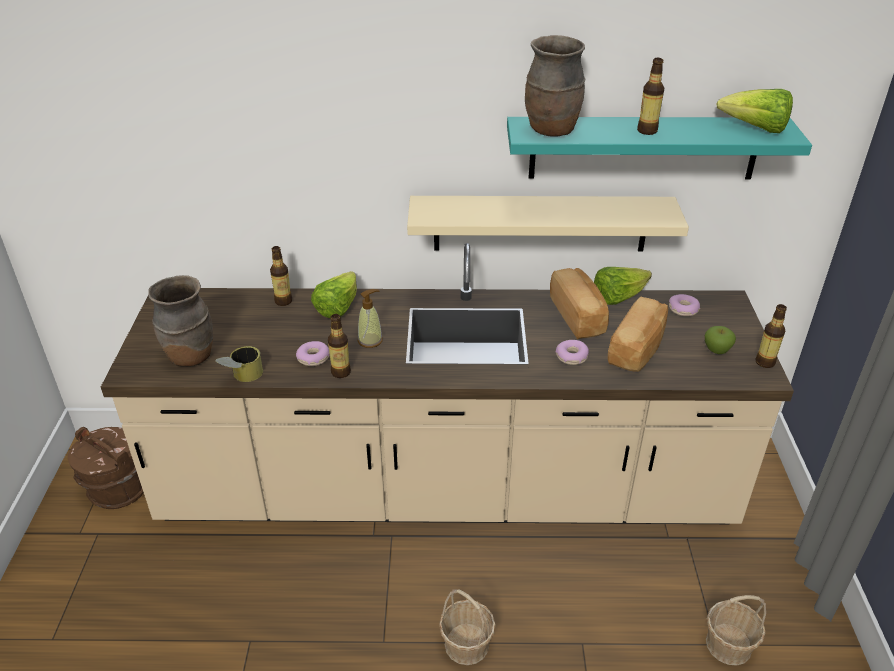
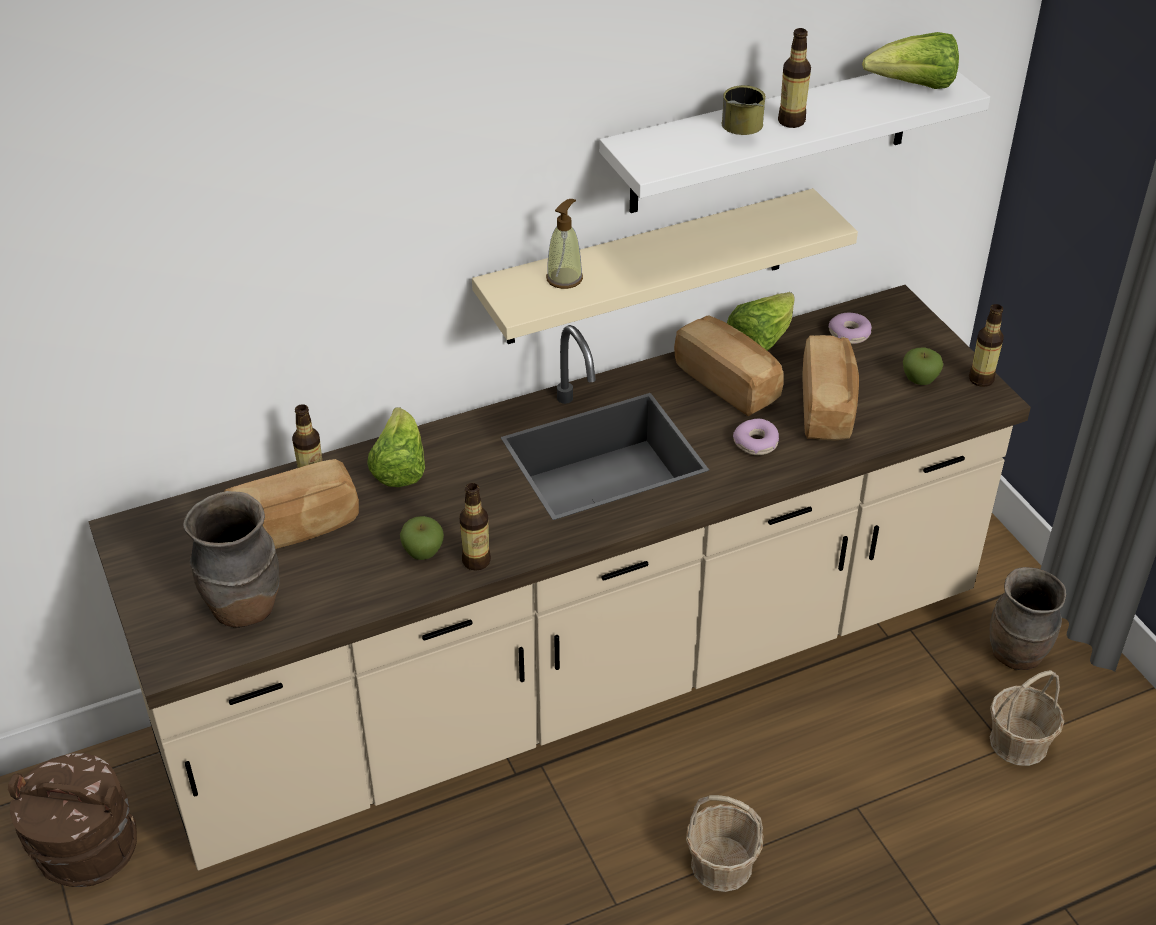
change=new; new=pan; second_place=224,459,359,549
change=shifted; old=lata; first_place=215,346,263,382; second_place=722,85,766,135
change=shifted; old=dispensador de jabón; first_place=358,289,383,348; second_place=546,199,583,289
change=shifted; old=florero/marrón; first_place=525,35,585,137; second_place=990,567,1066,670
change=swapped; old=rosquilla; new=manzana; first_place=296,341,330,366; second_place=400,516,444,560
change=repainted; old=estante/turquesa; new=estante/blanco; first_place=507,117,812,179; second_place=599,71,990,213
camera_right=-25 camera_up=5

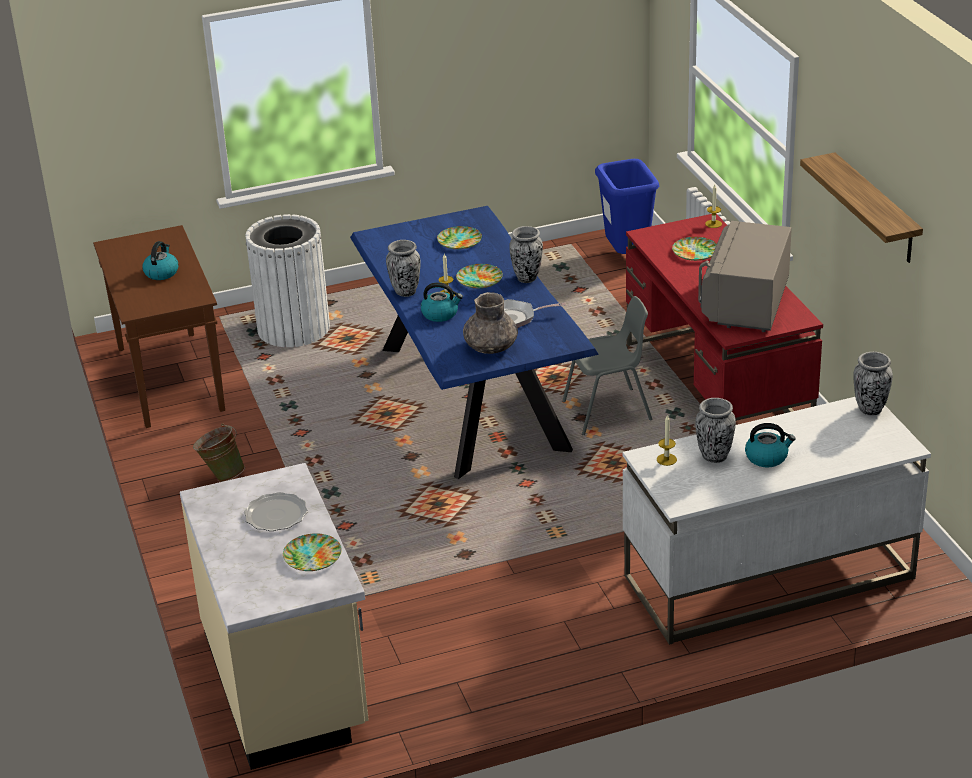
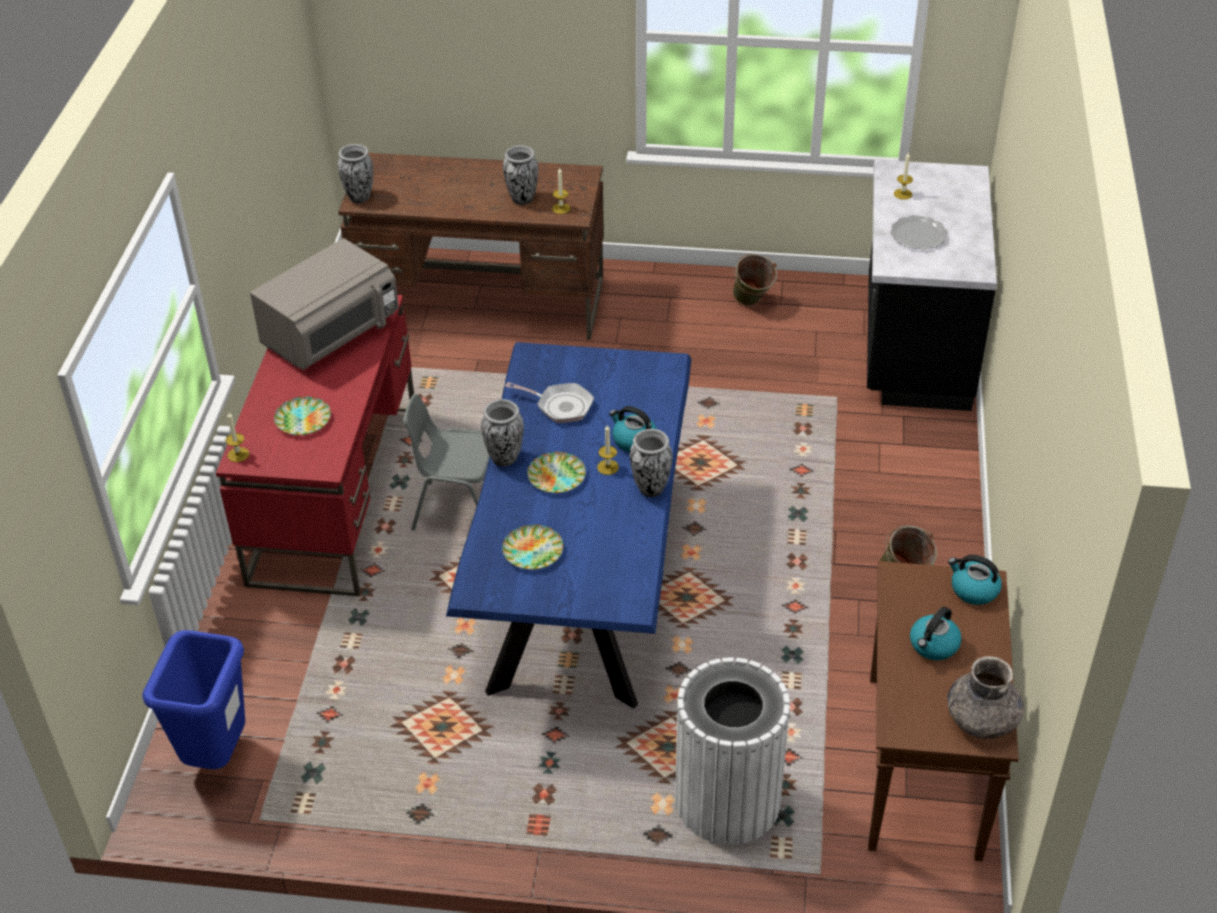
change=gone; old=estante; first_place=800,152,923,263
change=new; new=cubo/verde; second_place=732,254,777,306
change=shifted; old=florero/gris; first_place=463,292,518,354; second_place=947,656,1024,739
change=shifted; old=hervidor; first_place=745,423,796,467; second_place=948,555,1002,605
change=swapped; old=plato; new=vela; first_place=283,533,342,571; second_place=894,152,913,200
change=repainted; old=mueble bajo de cocina/beis; new=mueble bajo de cocina/negro; first_place=180,463,369,770; second_place=867,160,997,411
change=repainted; old=escritorio/blanco; new=escritorio/marrón; first_place=623,397,931,645; second_place=338,153,604,340
camera_right=-155 camera_up=10

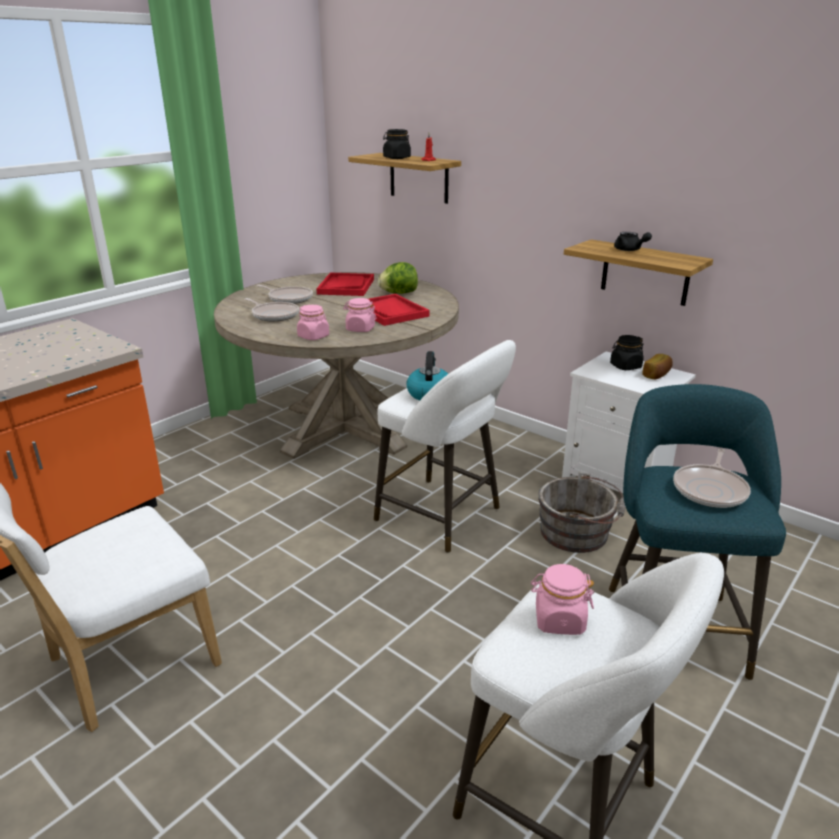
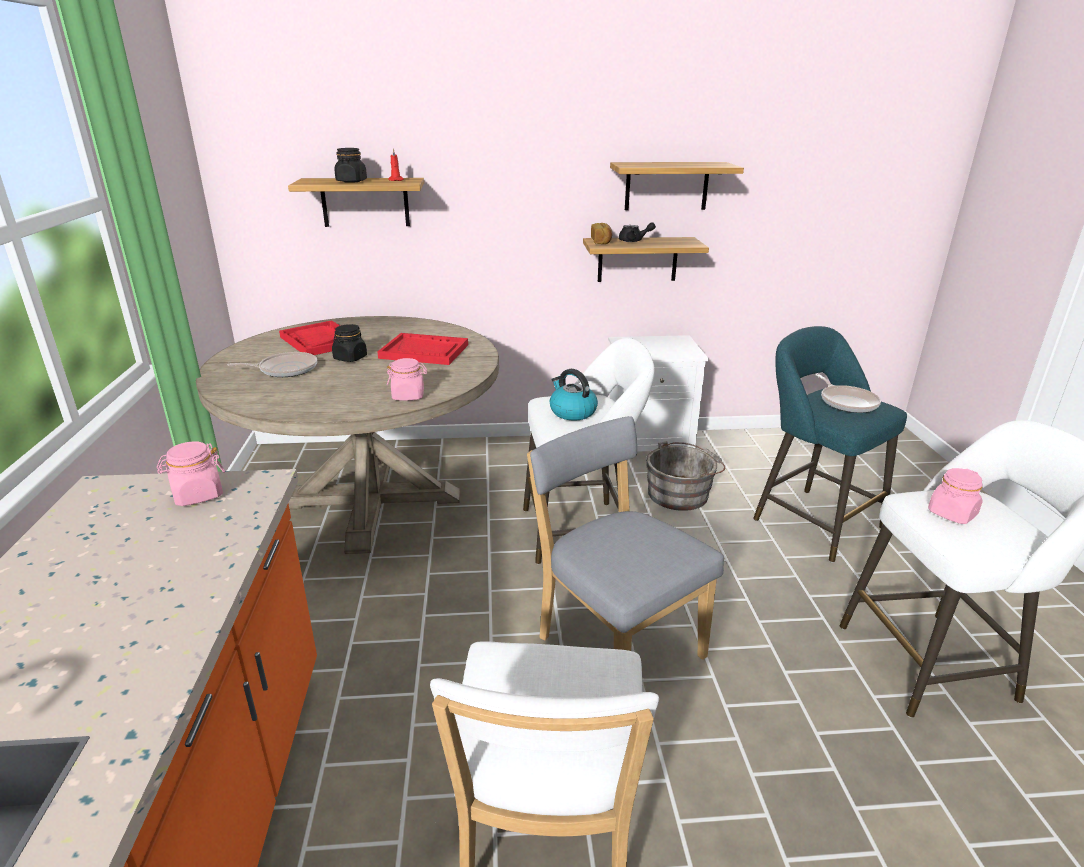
change=gone; old=sartén; first_place=244,298,299,321
change=gone; old=lechuga; first_place=378,262,418,294
change=new; new=silla/gris; second_place=527,416,724,660
change=new; new=estante; second_place=610,162,744,210
change=shifted; old=tarro/rosa; first_place=343,298,376,332; second_place=157,441,225,506
change=shifted; old=tarro/negro; first_place=610,335,644,370; second_place=332,324,367,362
change=shifted; old=pan; first_place=642,354,673,380; second_place=591,223,612,244
camera_right=-45 camera_up=0

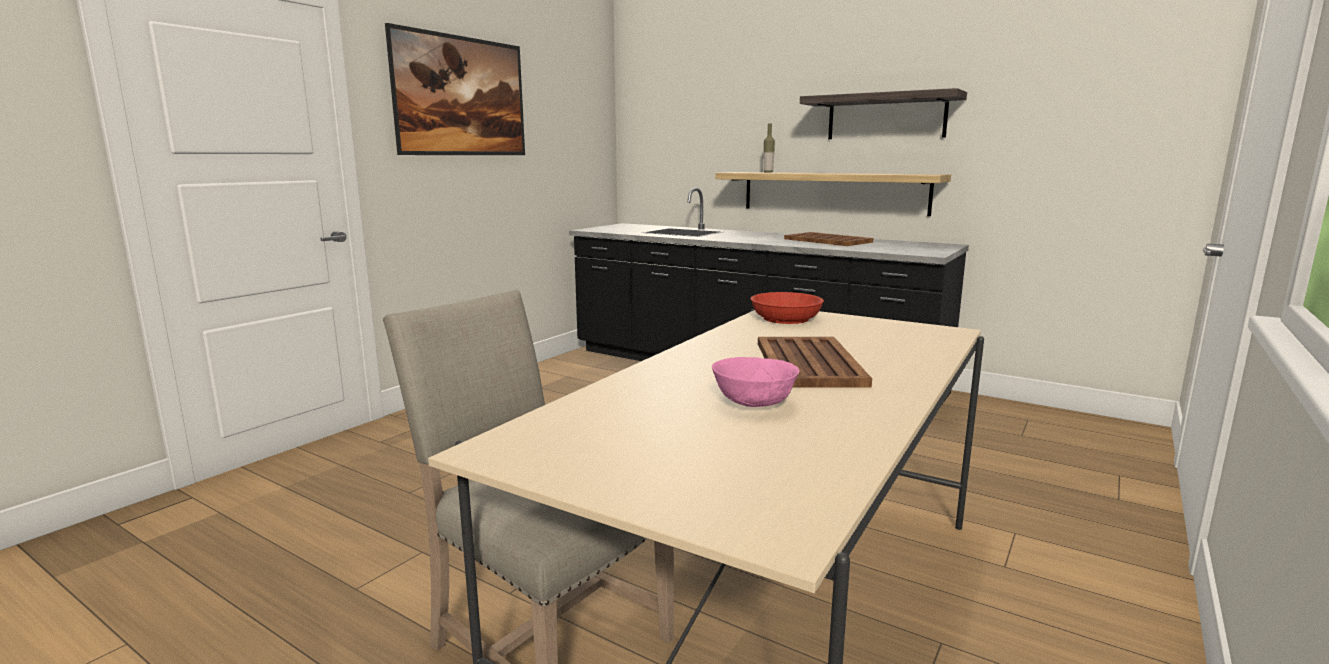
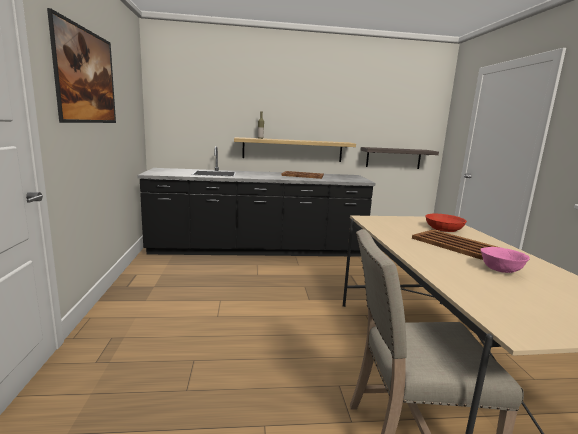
change=shifted; old=cuenco/rojo; first_place=751,292,824,324; second_place=425,214,467,232
change=shifted; old=estante; first_place=800,88,967,139; second_place=361,147,439,169
camera_right=-40 camera_up=0

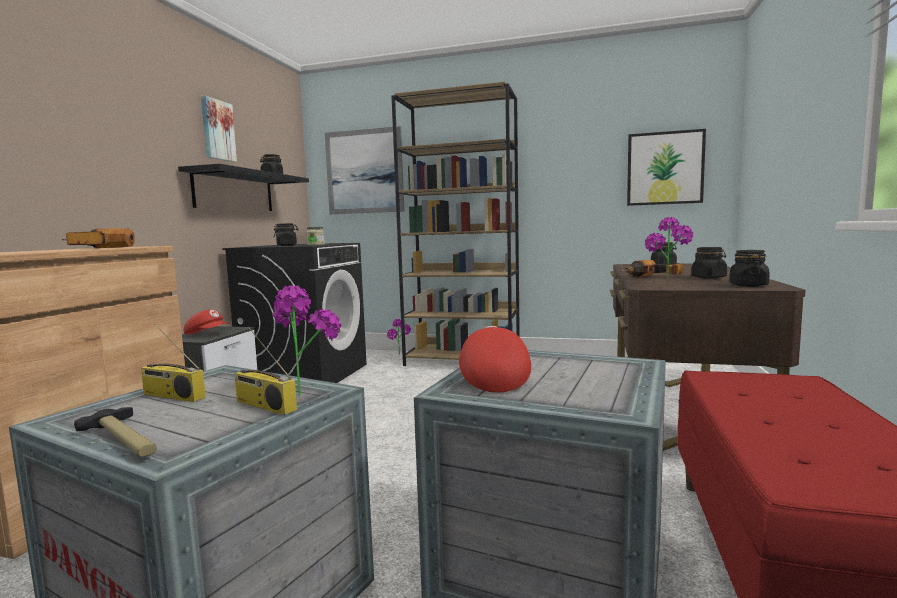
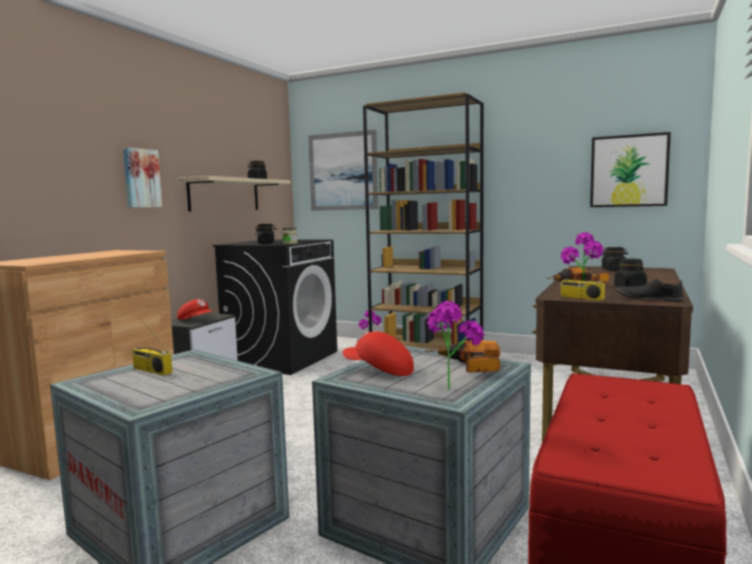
change=gone; old=martillo; first_place=74,407,157,457
change=shifted; old=taladro; first_place=62,228,135,248; second_place=425,340,500,373
change=shifted; old=cuadro; first_place=201,96,237,162; second_place=123,147,162,208
change=shifted; old=radio; first_place=235,327,297,415; second_place=559,256,605,301
change=shifted; old=planta en maceta; first_place=273,285,341,396; second_place=427,301,484,390
change=swapped; old=tarro/negro; new=zapato/negro; first_place=730,250,770,287; second_place=616,278,684,302
change=repainted; old=estante/negro; new=estante/beis; first_place=178,164,309,211; second_place=177,176,291,211
change=rotated; old=gorra/rojo; first_place=459,326,531,393; second_place=342,331,414,376; degrees=-75
camera_right=10 camera_up=0

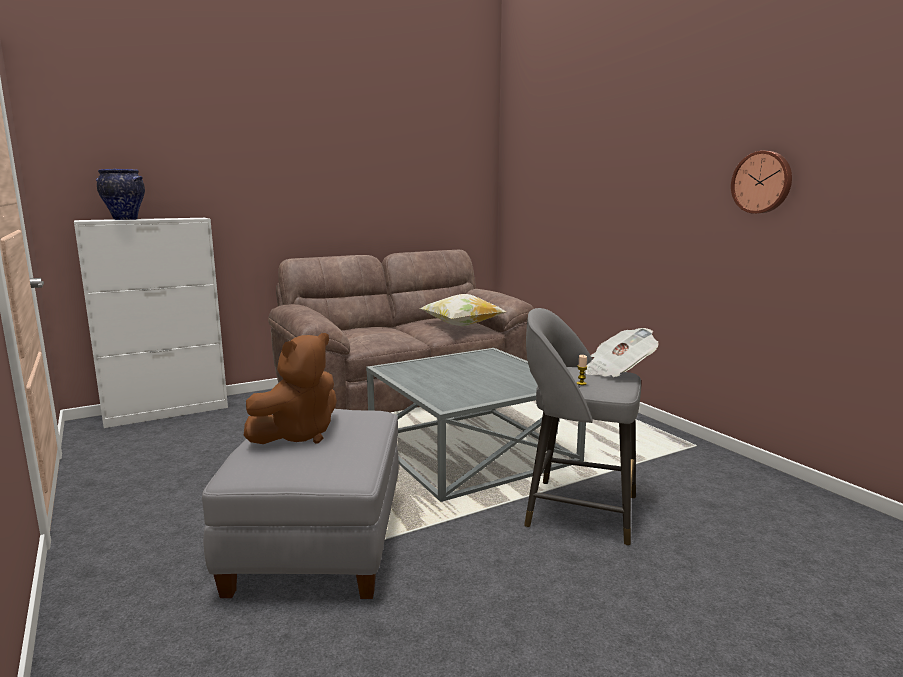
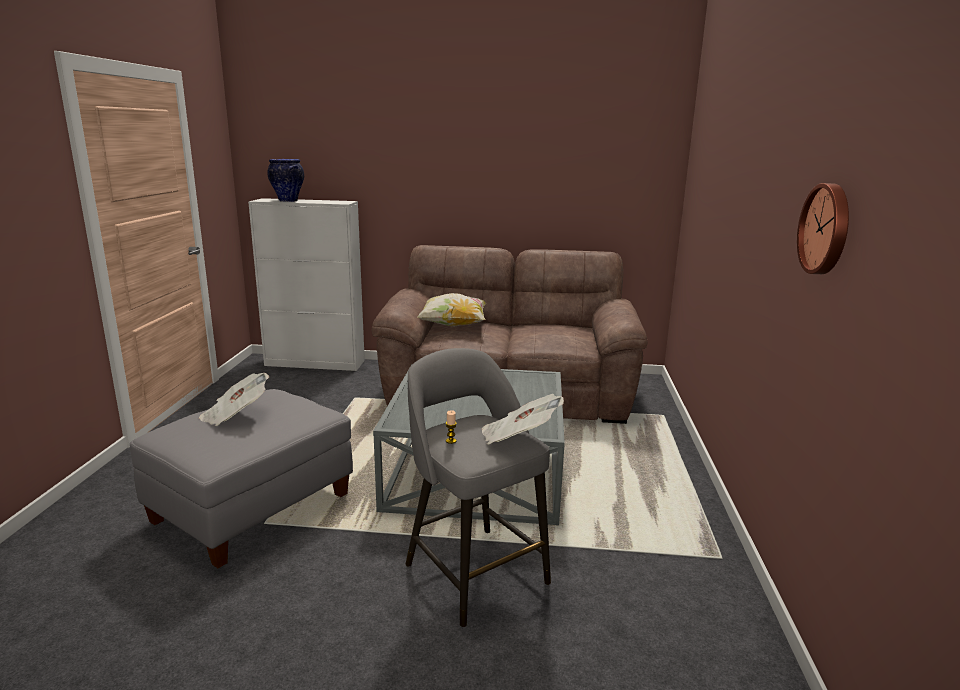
change=shifted; old=cojín; first_place=419,294,506,326; second_place=417,293,486,327
change=swapped; old=peluche/marrón; new=periódico; first_place=244,333,337,444; second_place=199,373,269,426
camera_right=35 camera_up=5

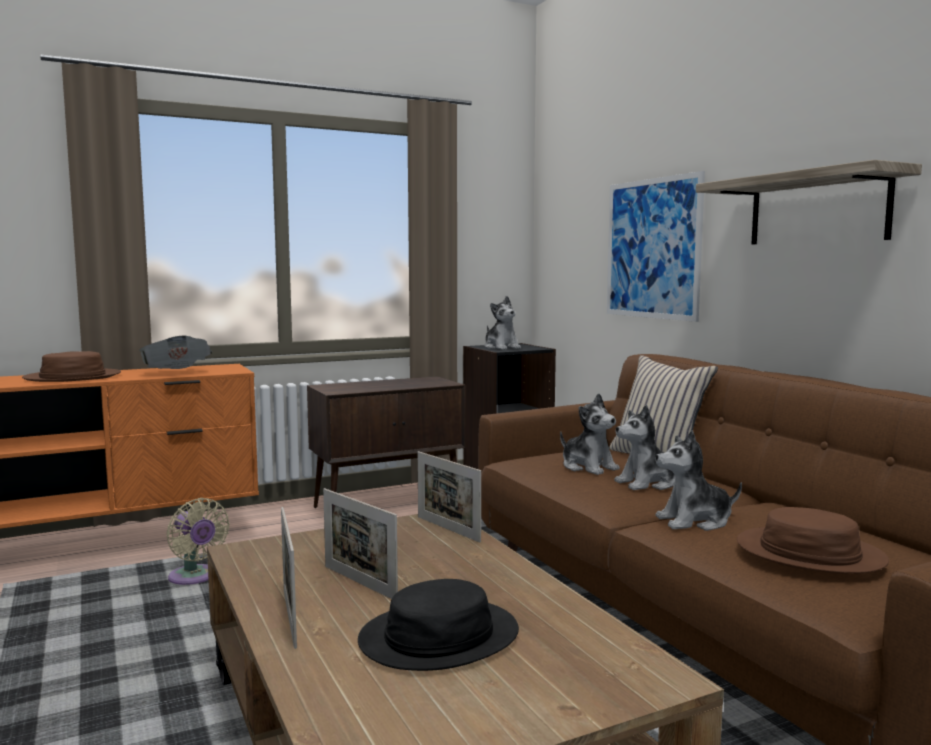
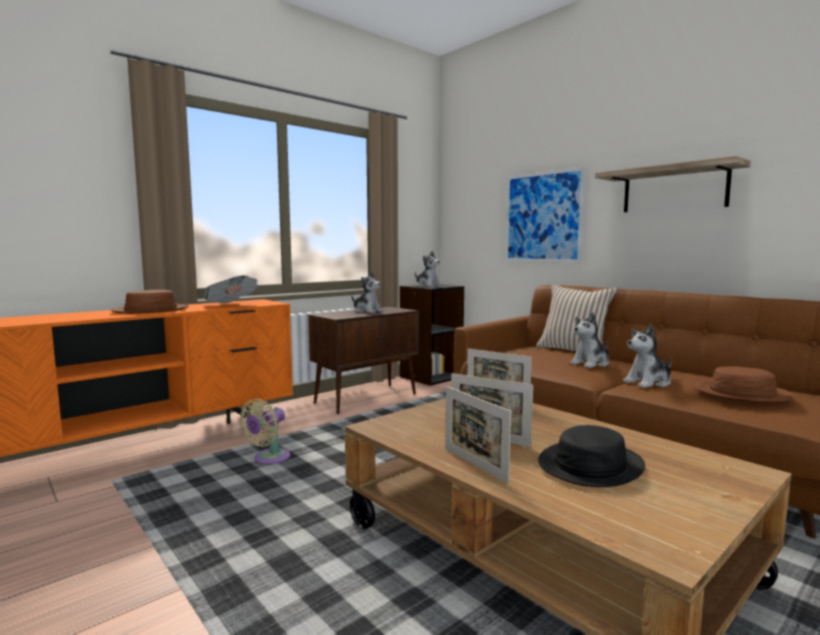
change=shifted; old=peluche; first_place=560,393,620,475; second_place=351,271,384,313
change=rotated; old=ventilador/beis; first_place=166,498,230,585; second_place=240,399,290,464; degrees=90
camera_right=-15 camera_up=0

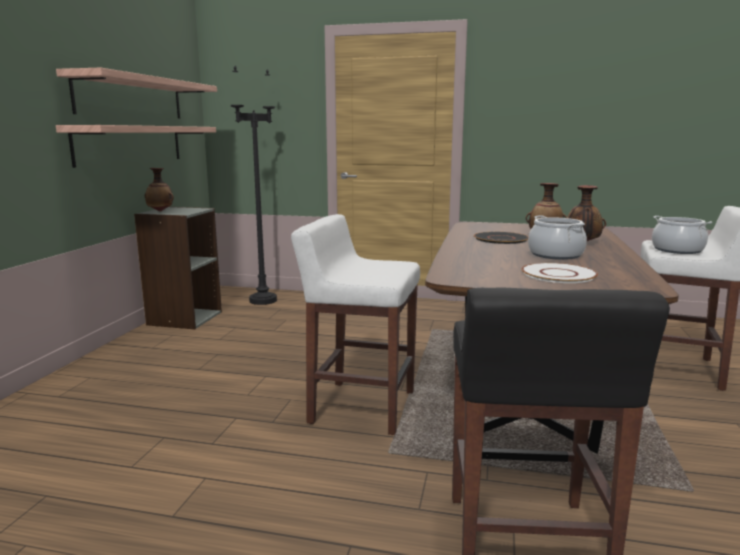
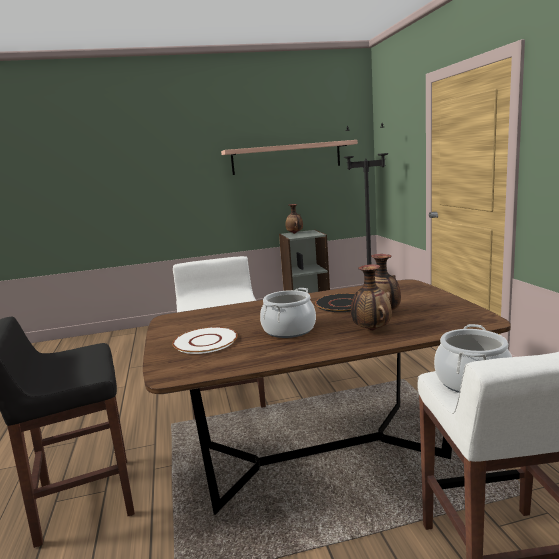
change=gone; old=estante; first_place=56,125,216,168
camera_right=65 camera_up=0

